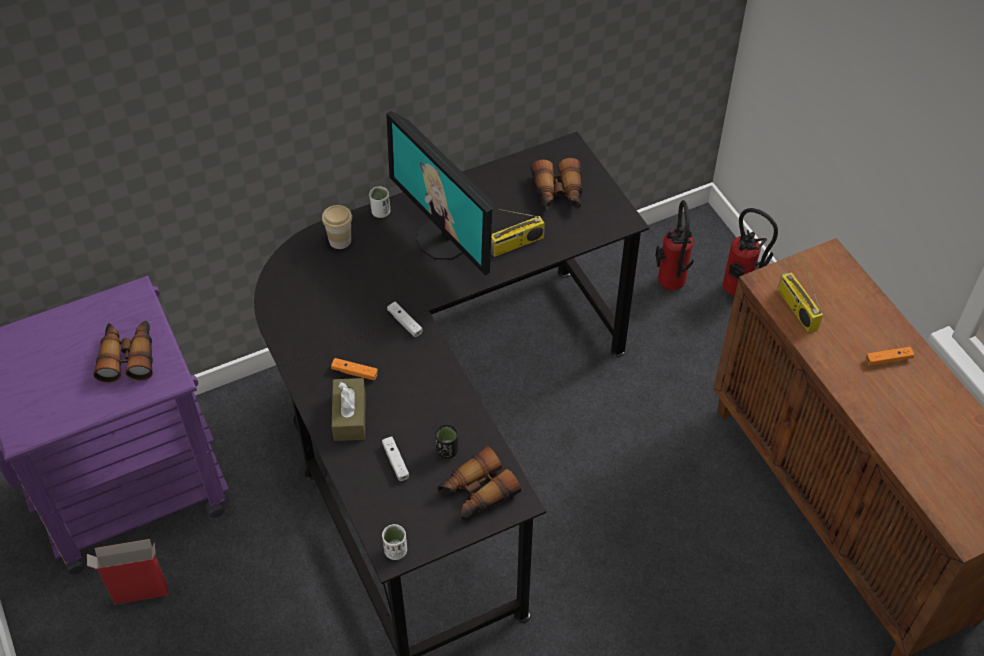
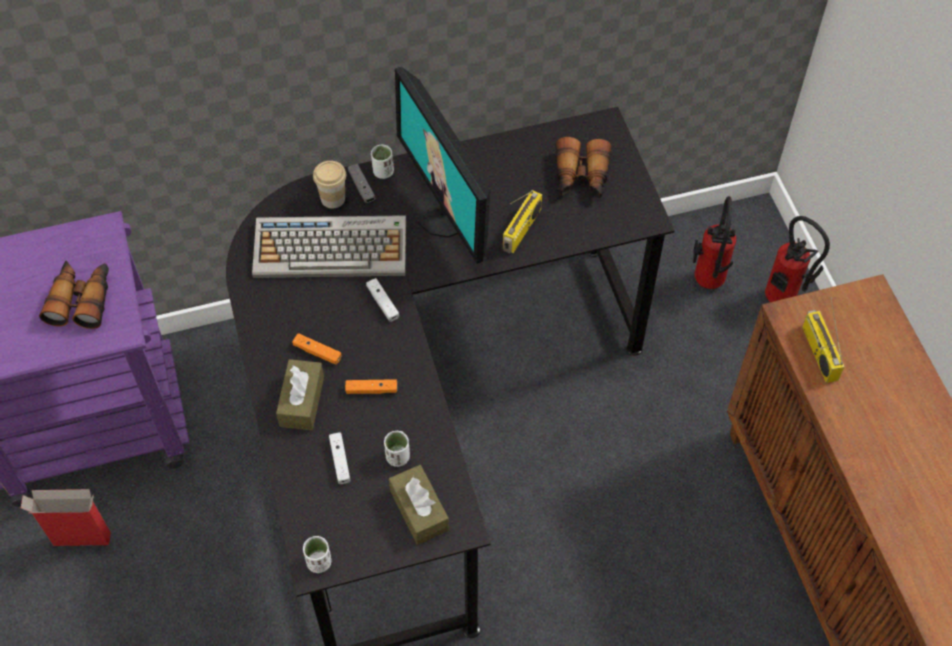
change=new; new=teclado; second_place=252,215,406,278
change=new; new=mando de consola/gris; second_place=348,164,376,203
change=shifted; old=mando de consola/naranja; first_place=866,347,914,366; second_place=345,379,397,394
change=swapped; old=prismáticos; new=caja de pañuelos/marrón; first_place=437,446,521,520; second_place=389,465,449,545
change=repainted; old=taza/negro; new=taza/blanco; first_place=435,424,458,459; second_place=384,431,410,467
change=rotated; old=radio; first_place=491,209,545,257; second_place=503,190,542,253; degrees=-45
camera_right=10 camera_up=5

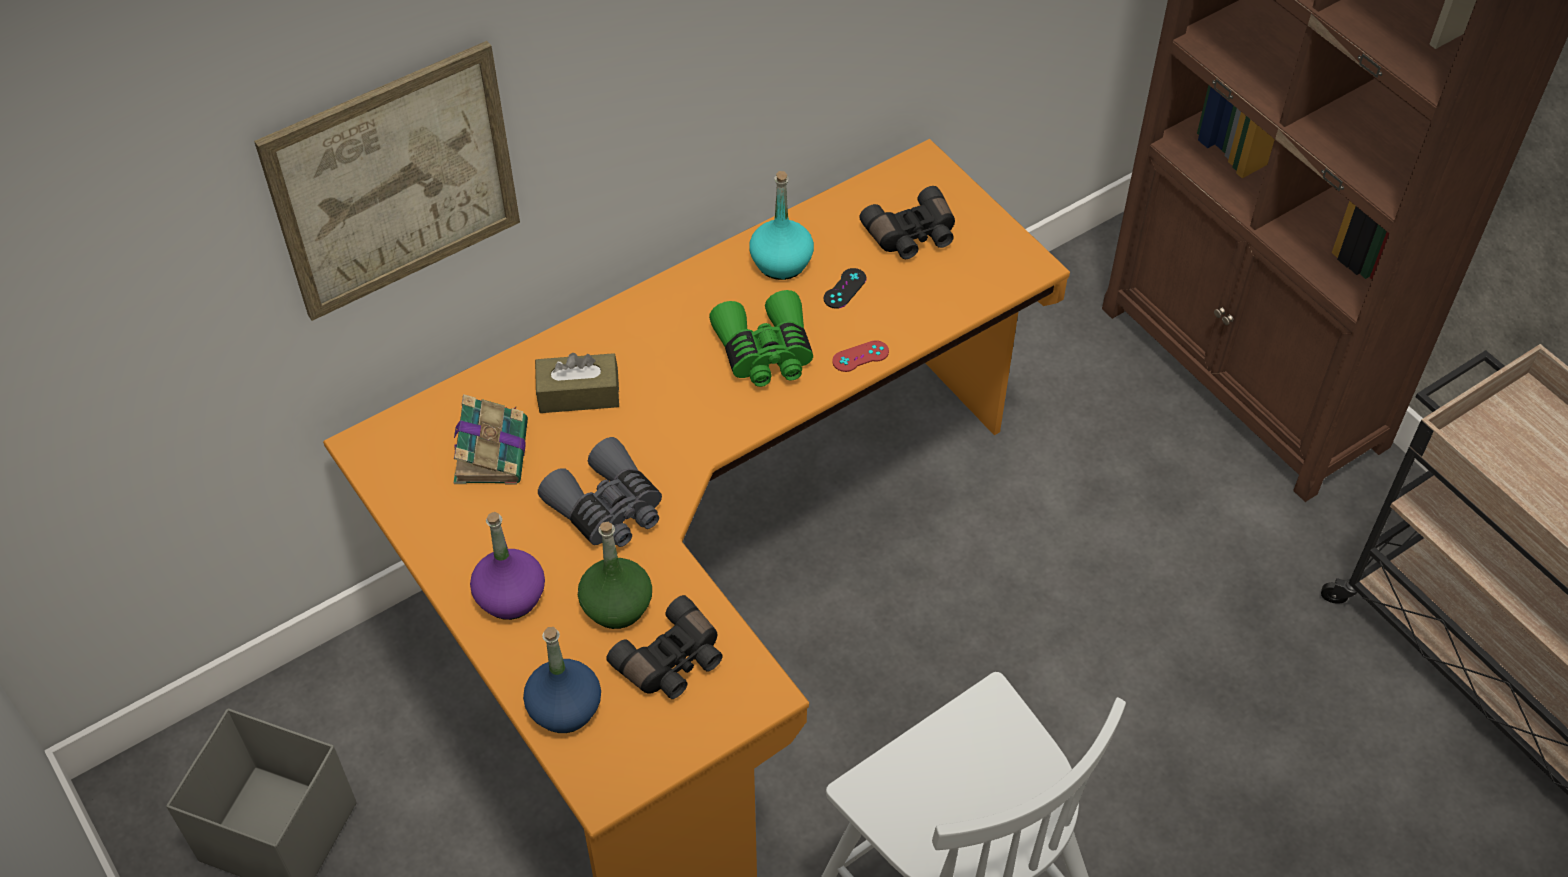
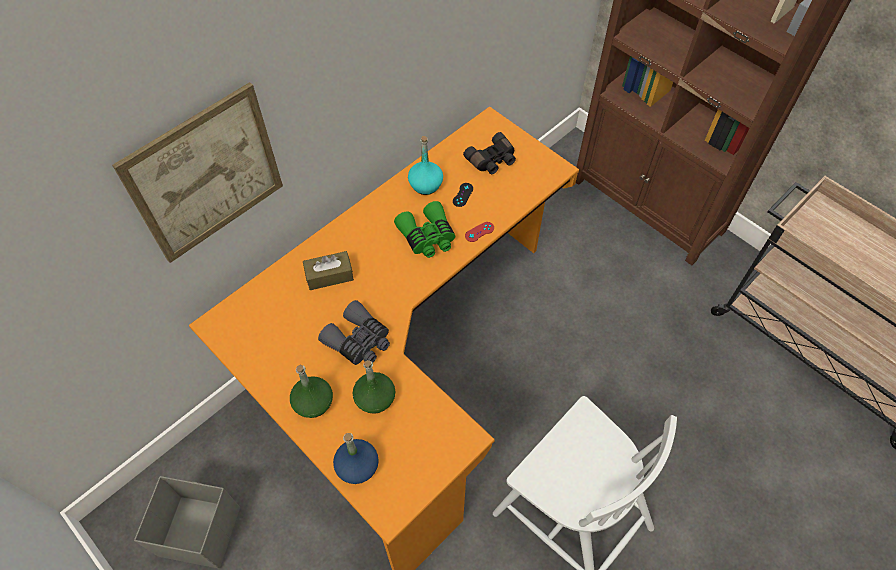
change=gone; old=libro; first_place=453,394,528,484
change=gone; old=prismáticos/negro; first_place=606,595,723,699
change=repainted; old=botella/morado; new=botella/verde; first_place=470,512,545,620; second_place=290,365,333,418
camera_right=-10 camera_up=5

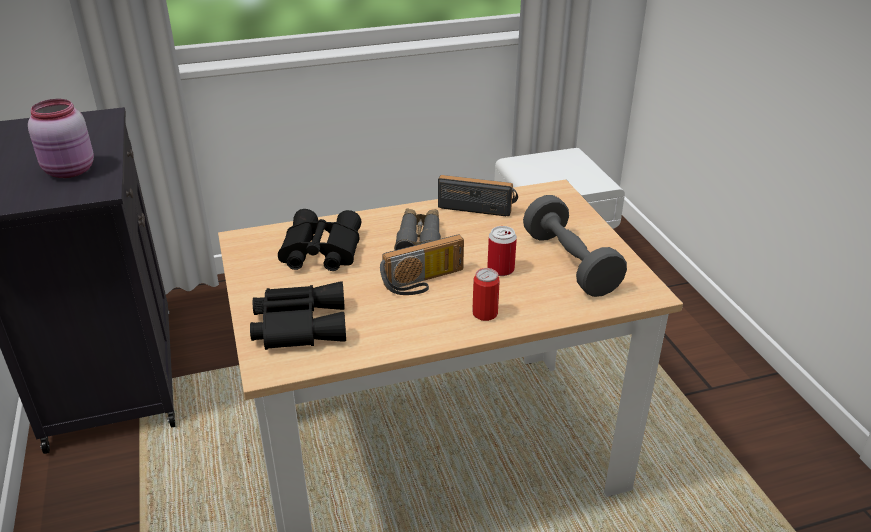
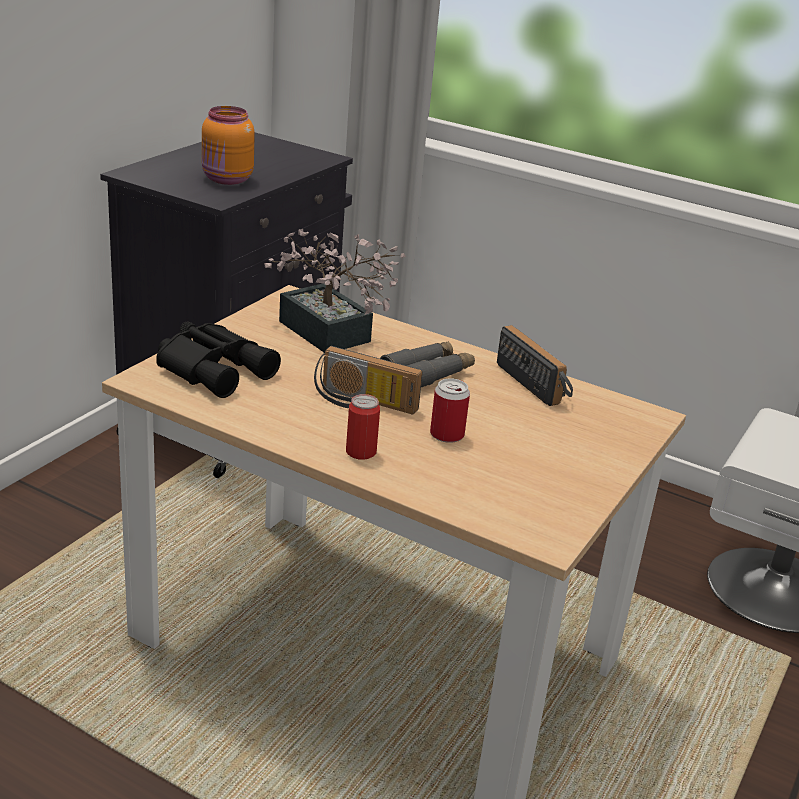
change=gone; old=mancuerna/gris; first_place=523,195,627,297
change=swapped; old=prismáticos/negro; new=planta en maceta; first_place=278,209,361,271; second_place=264,229,406,353
change=repainted; old=tarro/rosa; new=tarro/naranja; first_place=28,99,94,178; second_place=202,106,255,185
camera_right=45 camera_up=-5

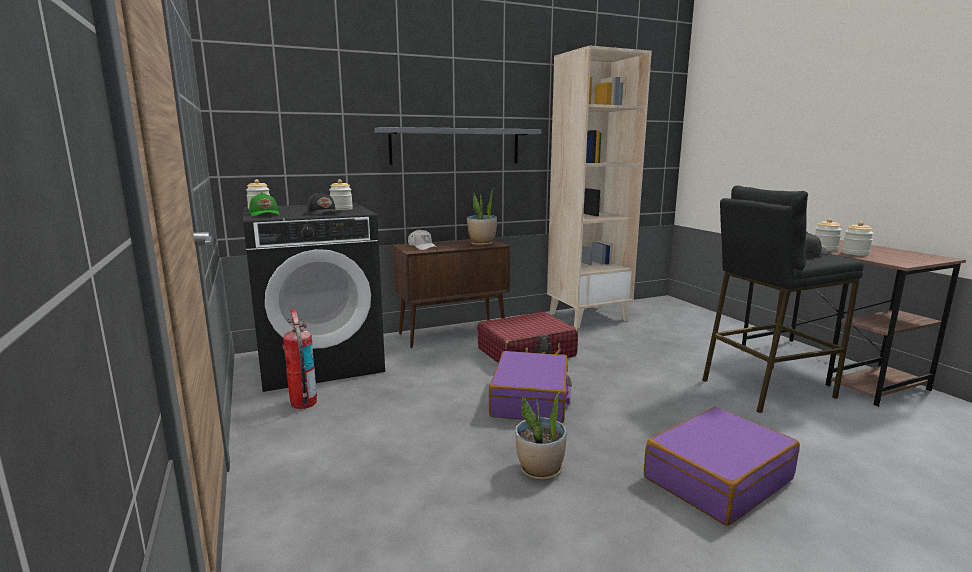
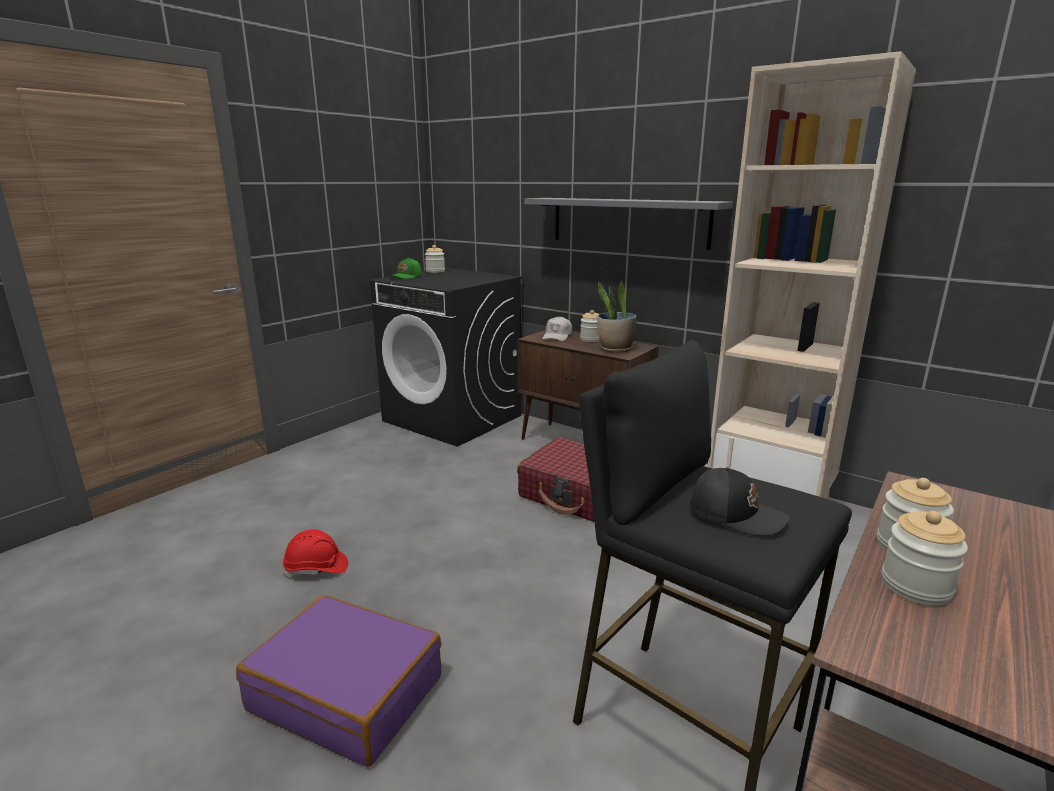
change=gone; old=extintor; first_place=282,309,317,409
change=gone; old=gorra/negro; first_place=307,192,339,215
change=gone; old=maleta/morado; first_place=489,351,572,423
change=shifted; old=tarro; first_place=329,179,353,210; second_place=580,310,600,342
change=swapped; old=planta en maceta; new=casco/rojo; first_place=515,392,566,480; second_place=283,529,348,577
camera_right=60 camera_up=5

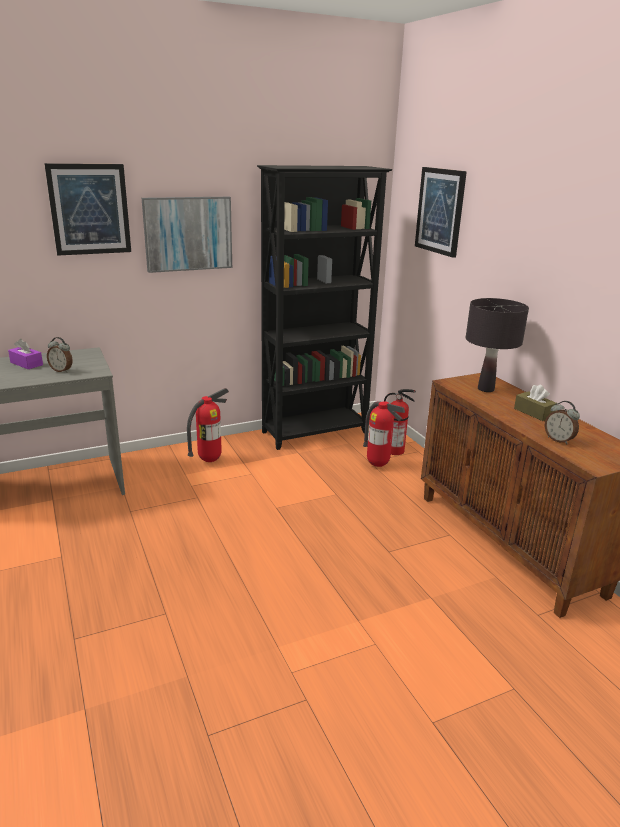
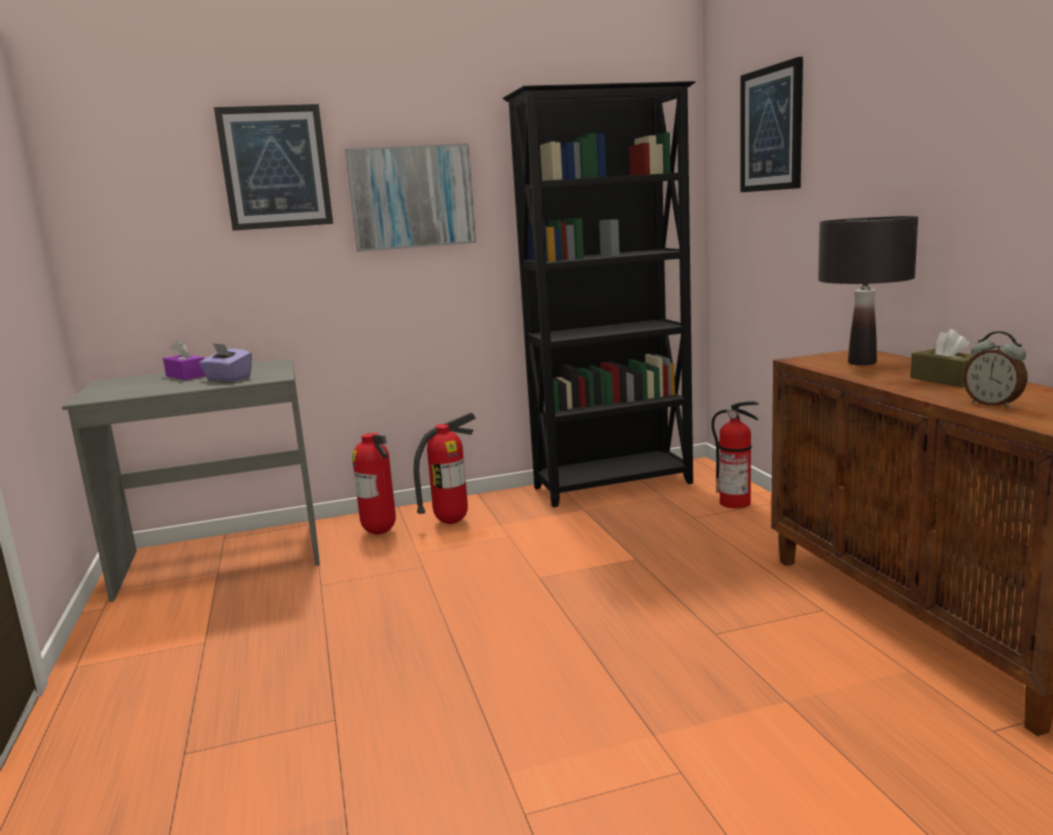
change=shifted; old=extintor; first_place=363,401,405,467; second_place=352,433,396,535
change=swapped; old=despertador; new=caja de pañuelos/morado; first_place=47,337,73,372; second_place=199,343,252,382
camera_right=10 camera_up=-10

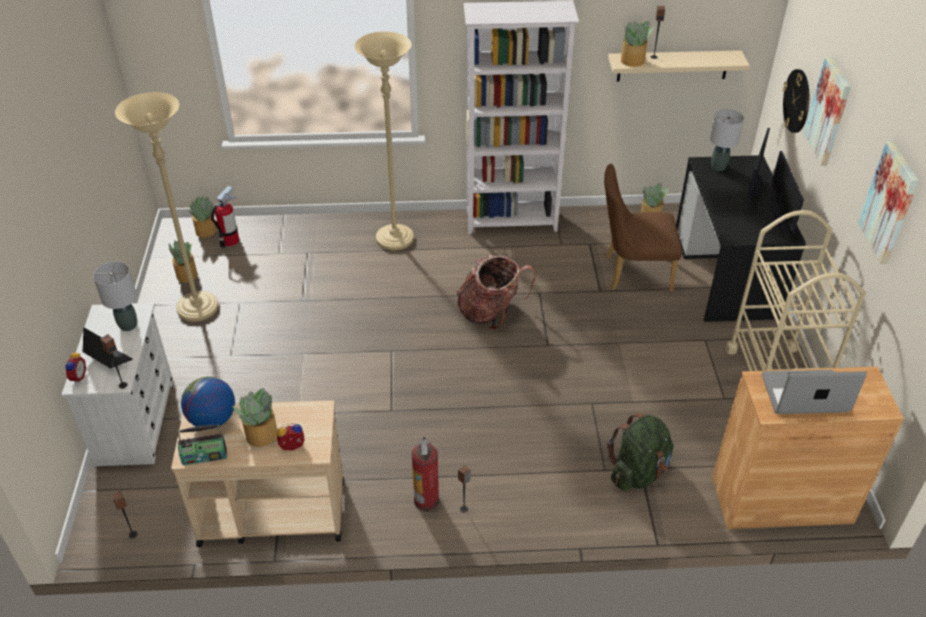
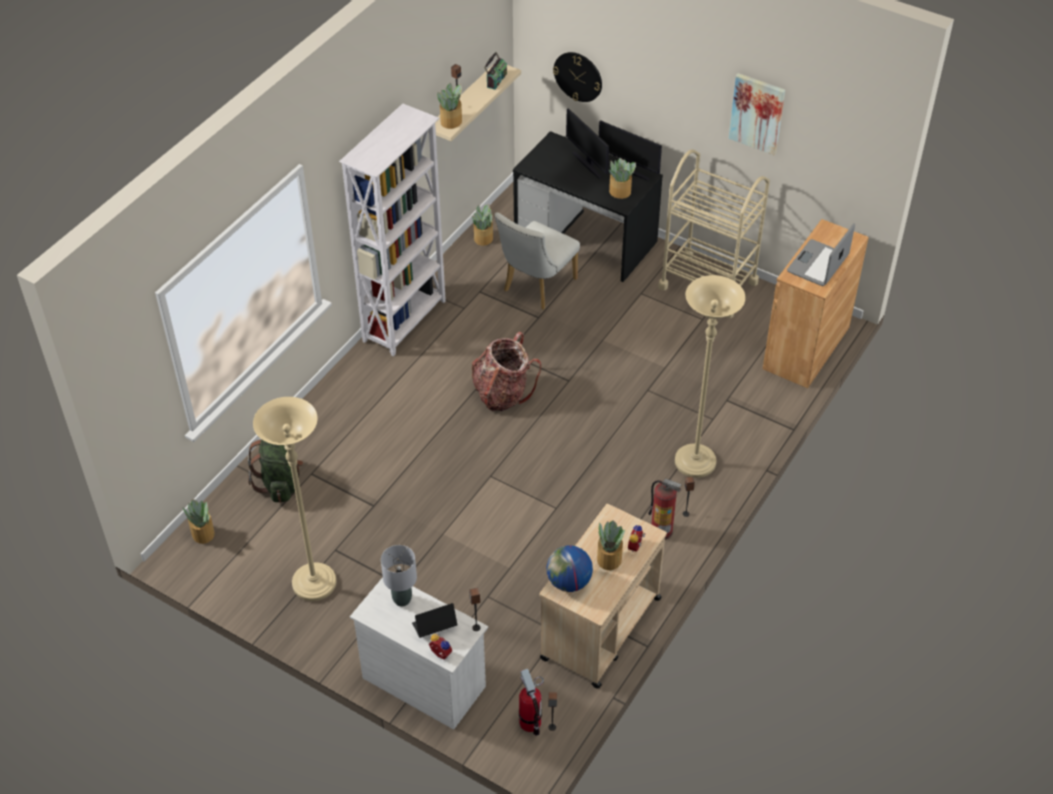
change=gone; old=lámpara de mesa/gris; first_place=710,109,744,171
change=gone; old=cuadro; first_place=804,56,851,166
change=shifted; old=planta en maceta; first_place=169,240,197,282; second_place=609,158,636,199
change=shifted; old=radio; first_place=178,424,227,465; second_place=484,52,507,90
change=shifted; old=extintor; first_place=210,186,239,248; second_place=519,669,544,736
change=shifted; old=lámpara de pie/beis; first_place=355,32,414,251; second_place=675,275,746,478
change=shifted; old=mochila/verde; first_place=607,412,674,491; second_place=248,439,303,503
change=repainted; old=silla/marrón; new=silla/blanco; first_place=604,164,682,291; second_place=495,213,580,310
camera_right=-55 camera_up=5

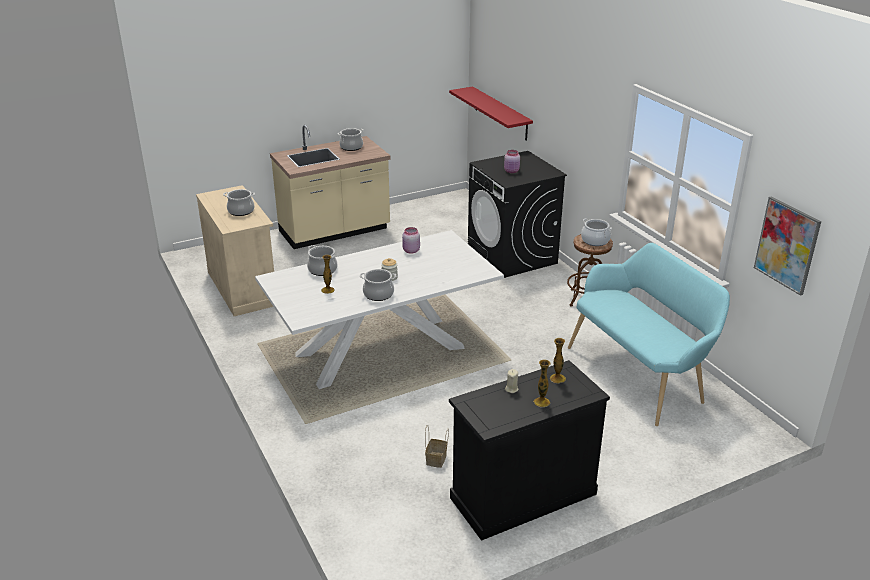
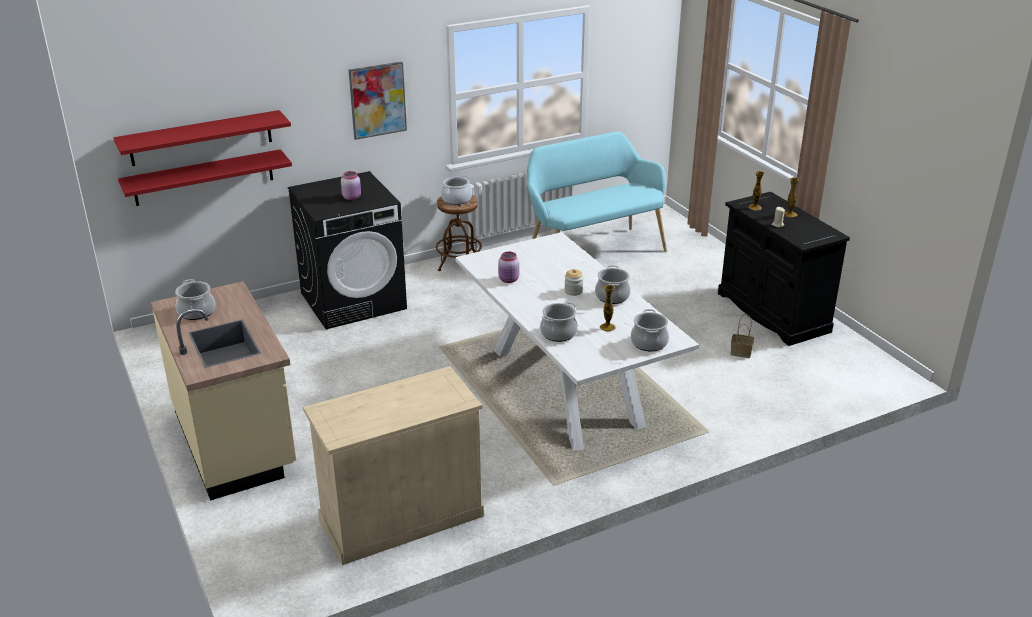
change=new; new=estante/rojo; second_place=113,110,291,166
change=shifted; old=olla; first_place=223,189,255,216; second_place=631,309,669,352
change=shifted; old=cuadro; first_place=754,196,821,296; second_place=349,61,407,140
camera_right=-90 camera_up=0

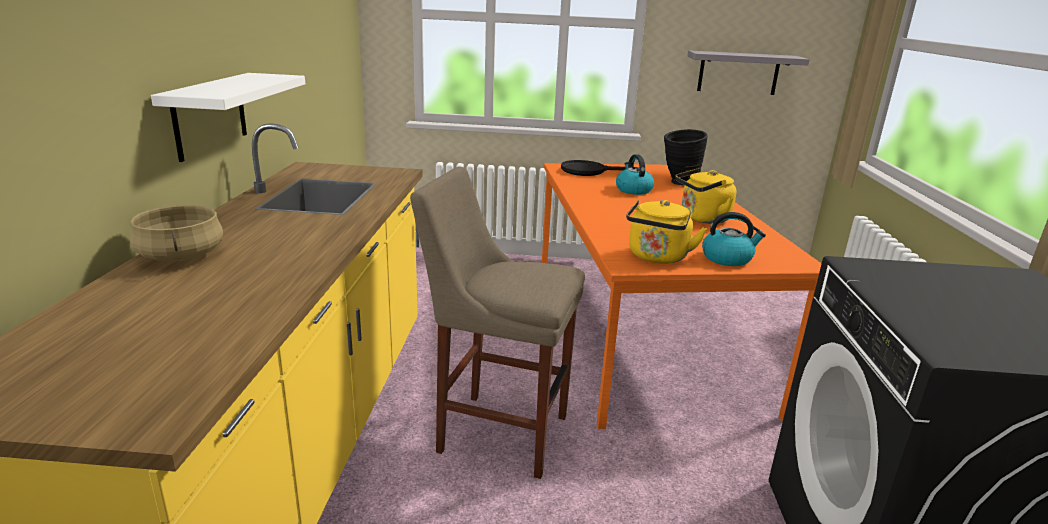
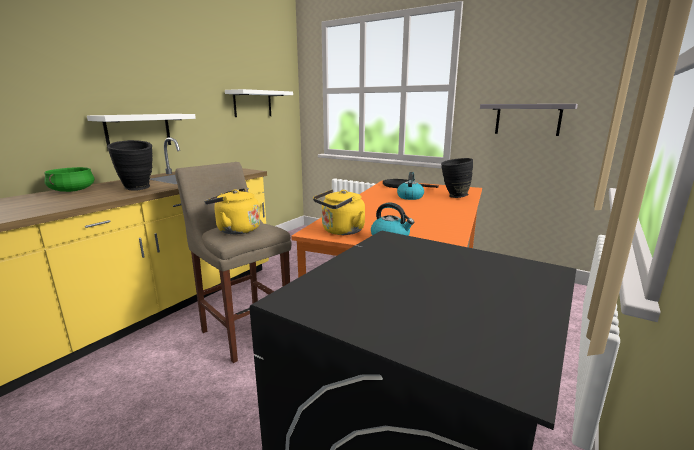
change=new; new=florero/negro; second_place=107,140,153,191
change=new; new=estante/blanco; second_place=225,89,293,117
change=shifted; old=hervidor/amarillo; first_place=676,168,736,224; second_place=204,188,260,234
change=repainted; old=olla/beis; new=olla/verde; first_place=130,205,223,262; second_place=44,167,95,192
camera_right=30 camera_up=-5

